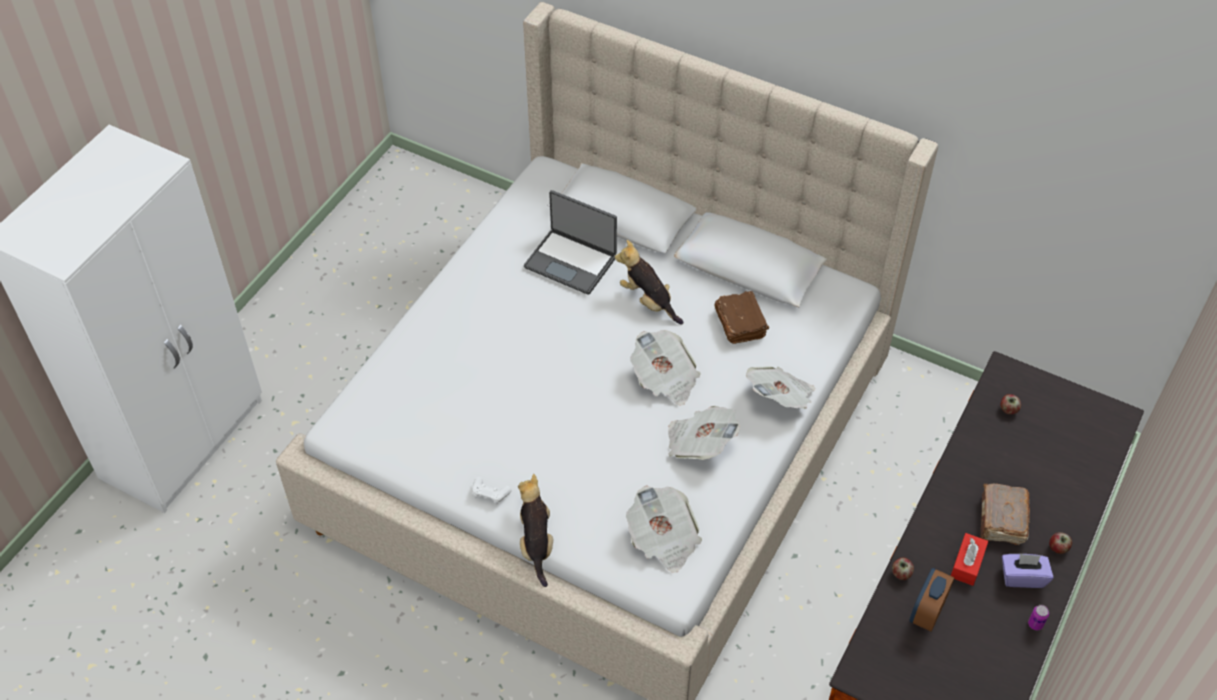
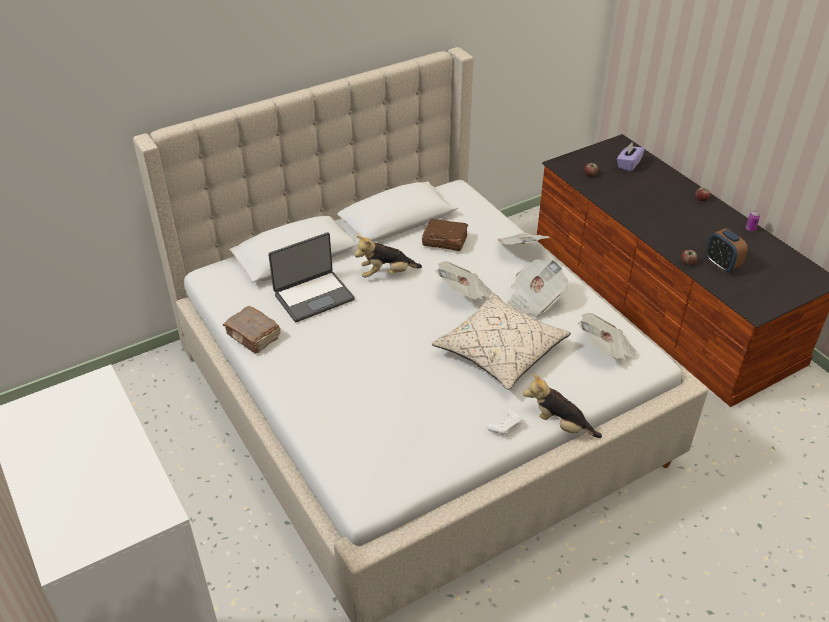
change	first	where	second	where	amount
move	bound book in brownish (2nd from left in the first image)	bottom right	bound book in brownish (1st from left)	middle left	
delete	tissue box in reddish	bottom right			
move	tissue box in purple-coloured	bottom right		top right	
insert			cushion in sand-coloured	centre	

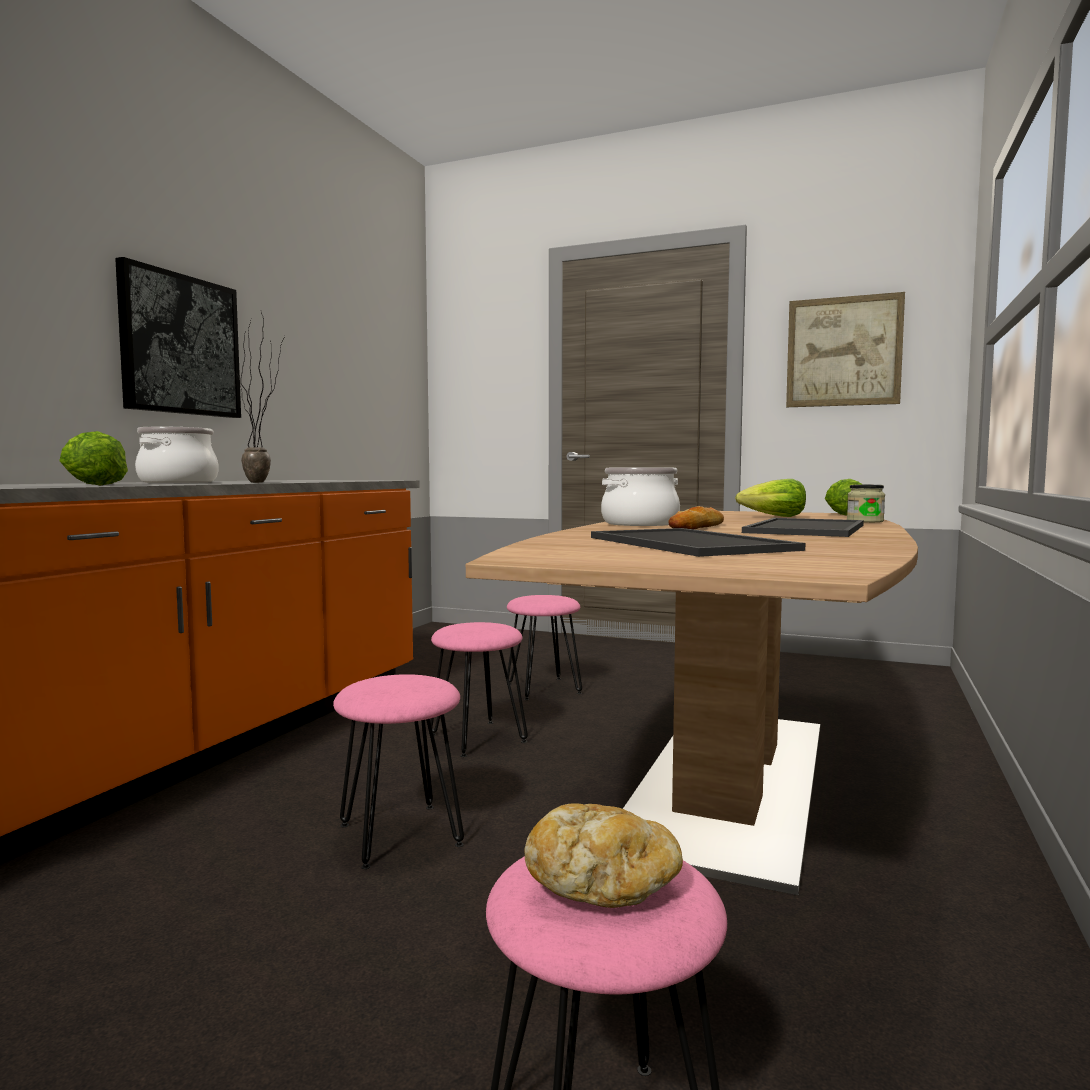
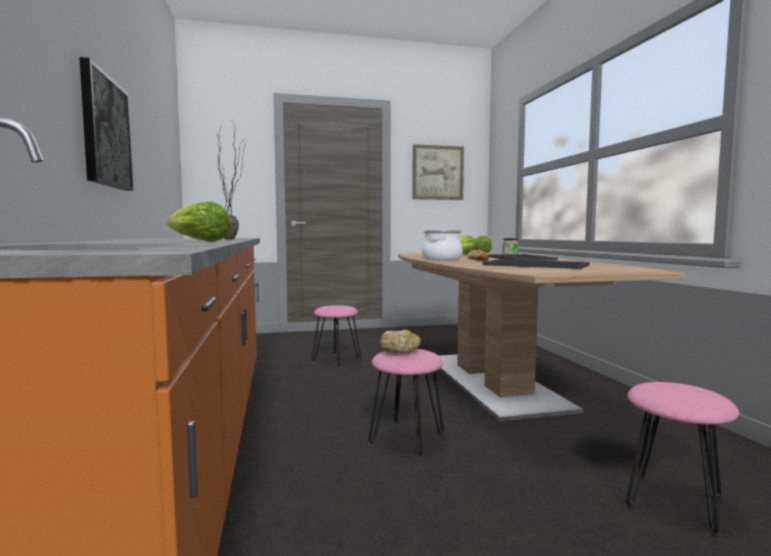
change	first	where	second	where	amount
delete	stockpot (1st from left)	middle left			
delete	sitting stool in pink-coloured (2nd from left)	centre			
move	bread (1st from left)	bottom centre		centre	

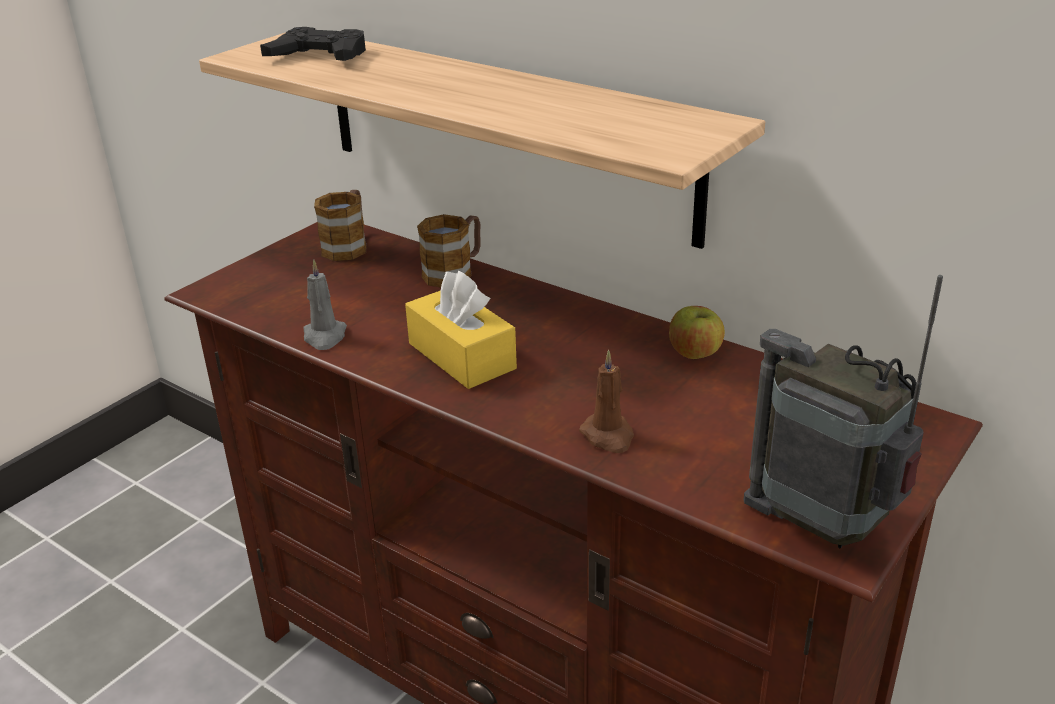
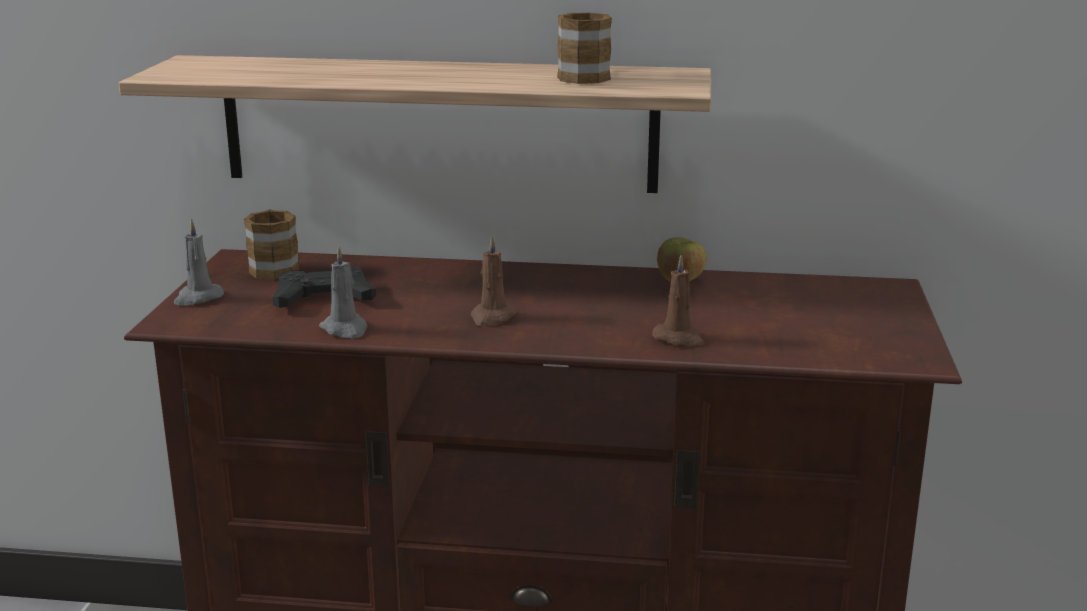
change	first	where	second	where	amount
move	joypad in black-coloured	top left		middle left	
move	coffee mug (2nd from left)	centre		top centre	
replace	tissue box in yellowish	centre	candle in brownish (1st from left)	centre	
delete	radio receiver	middle right			
insert			candle in gray (1st from left)	middle left	

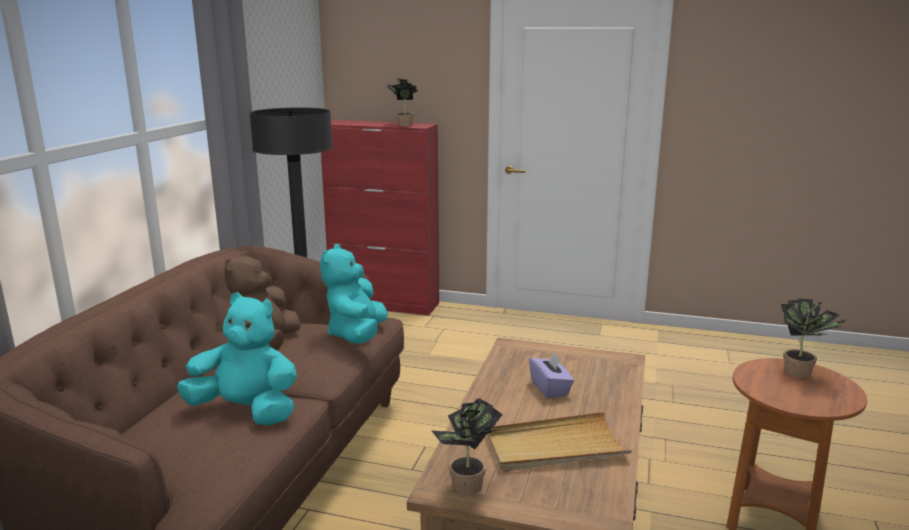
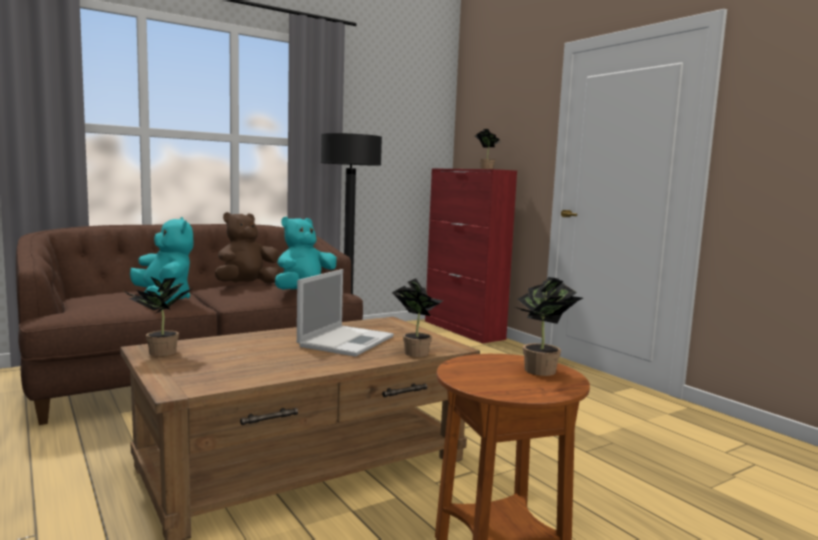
change	first	where	second	where	amount
replace	tissue box in purple-coloured	bottom centre	portable computer	centre	
delete	carrying tray in sand-coloured	bottom centre			
insert			potted plant (2nd from left)	centre	

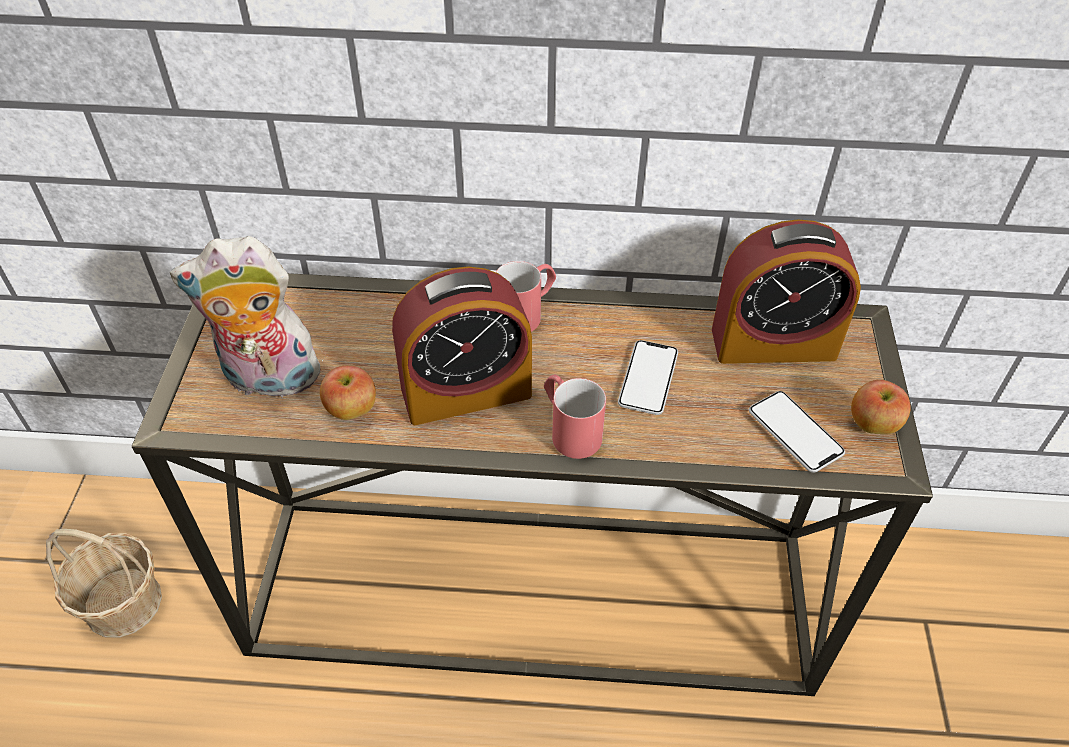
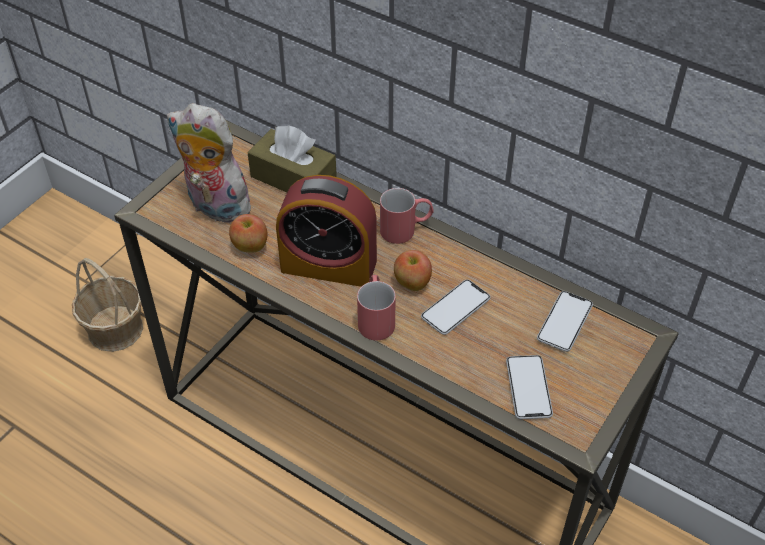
change	first	where	second	where	amount
replace	bedside clock (2nd from left)	middle right	telephone (3rd from left)	middle right	
move	whole apple (2nd from left)	middle right		centre	
insert			tissue box in brownish	top centre	

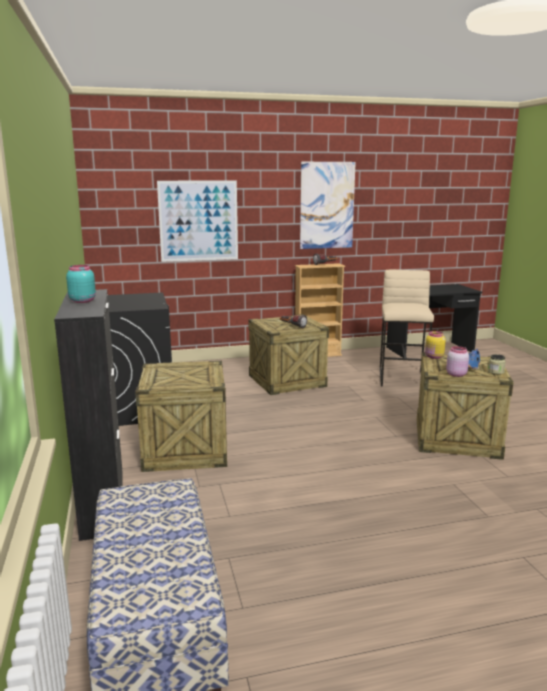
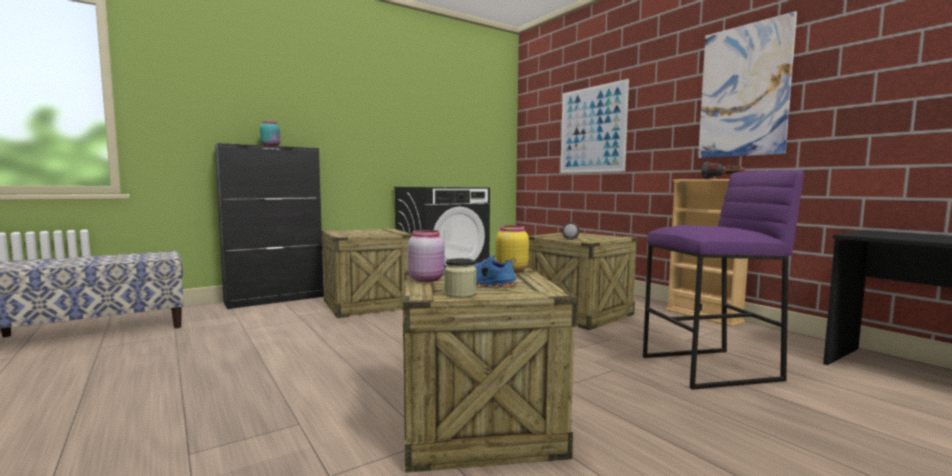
change	first	where	second	where	amount
recolor	sitting stool in sand-coloured	middle right	sitting stool in purple-coloured	middle right	

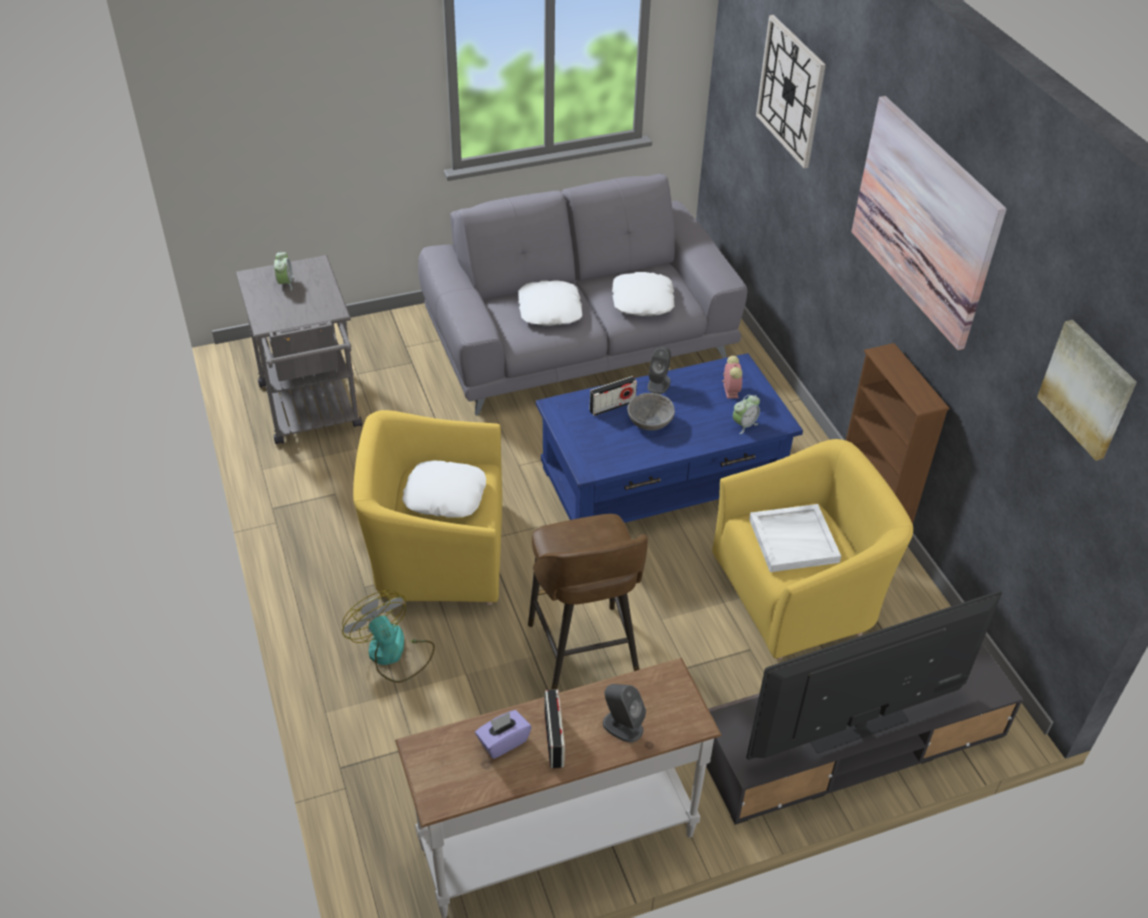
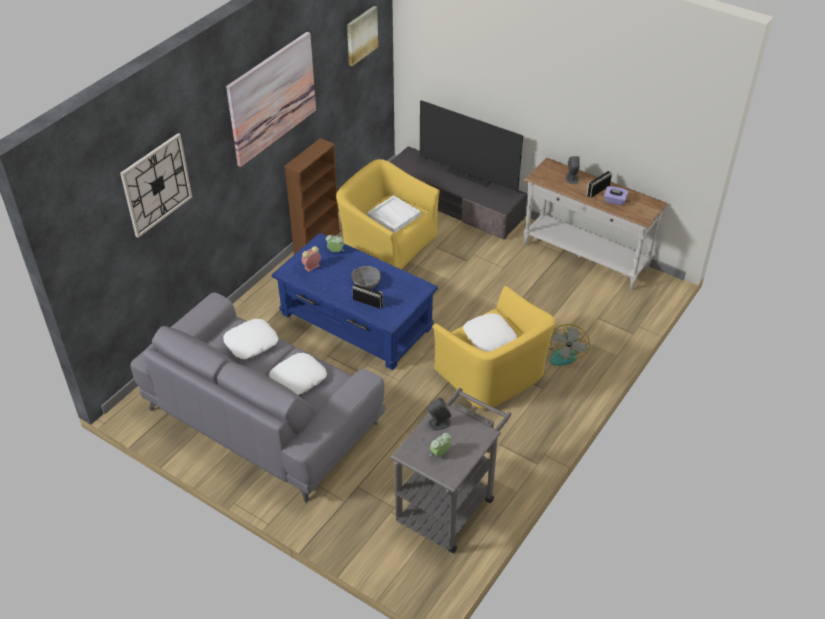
change	first	where	second	where	amount
move	audio speaker in gray (2nd from left in the first image)	centre	audio speaker in gray (1st from left)	bottom centre	
delete	sitting stool in brownish	centre			

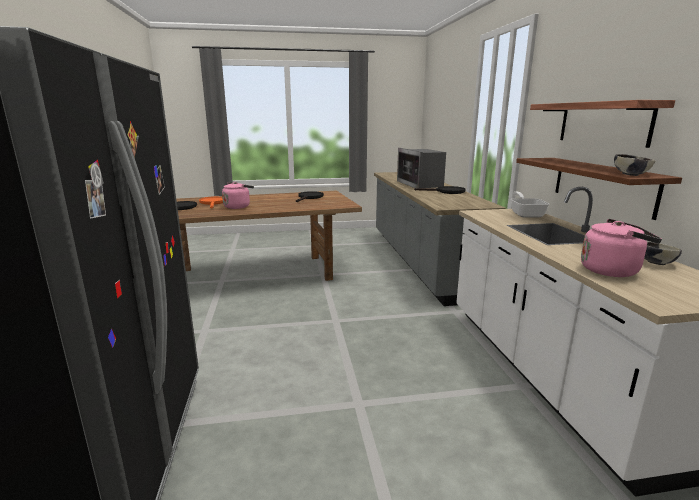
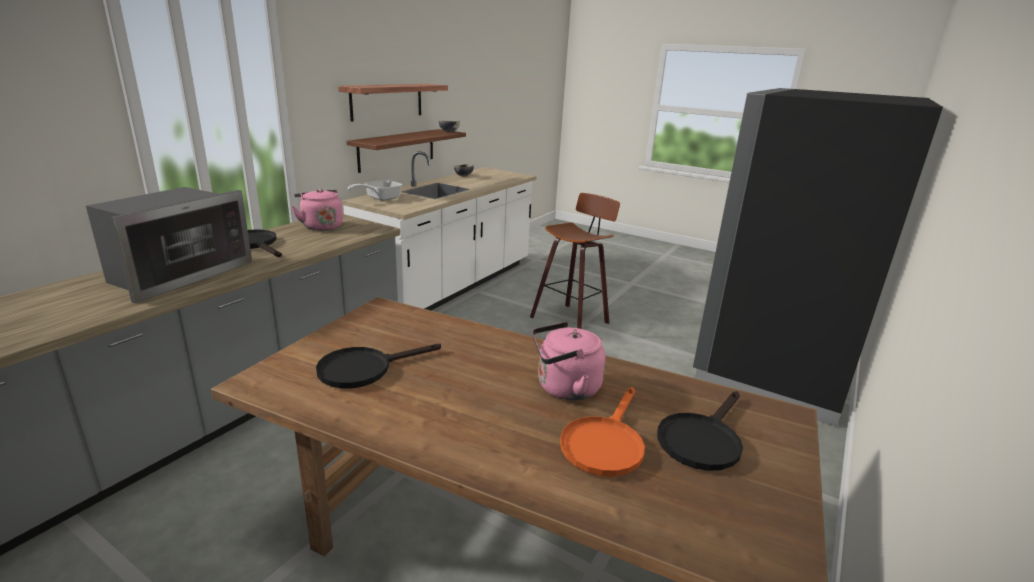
change	first	where	second	where	amount
move	water kettle in pink-coloured (2nd from left in the first image)	middle right	water kettle in pink-coloured (1st from left)	middle left	
insert			sitting stool	centre	

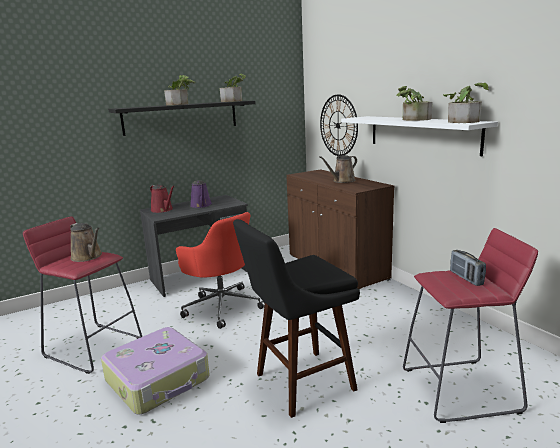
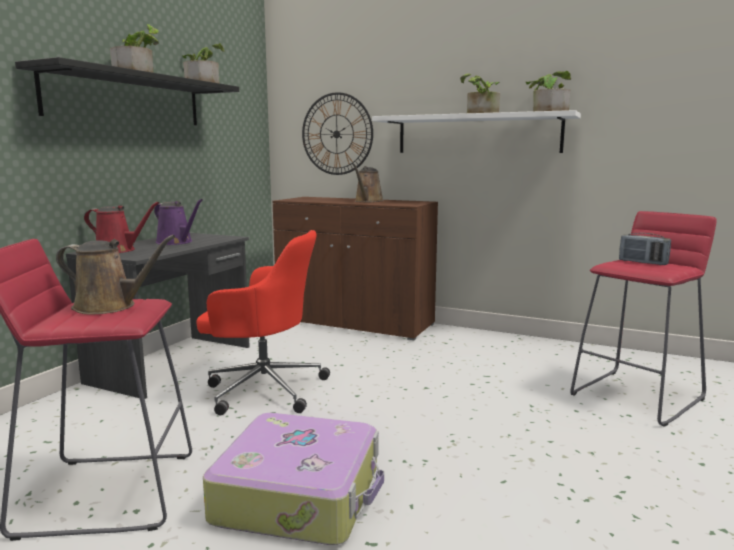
change	first	where	second	where	amount
delete	sitting stool in black-coloured	bottom centre			

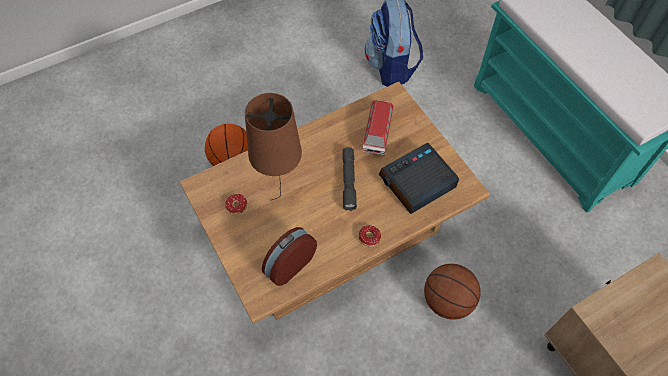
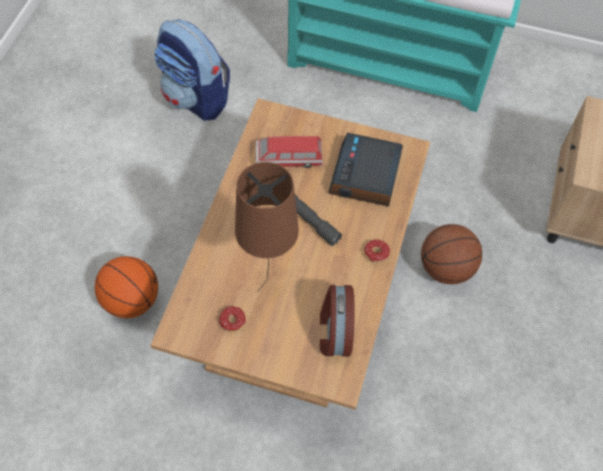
change	first	where	second	where	amount
rotate	toy car	centre		top centre	120 degrees clockwise

